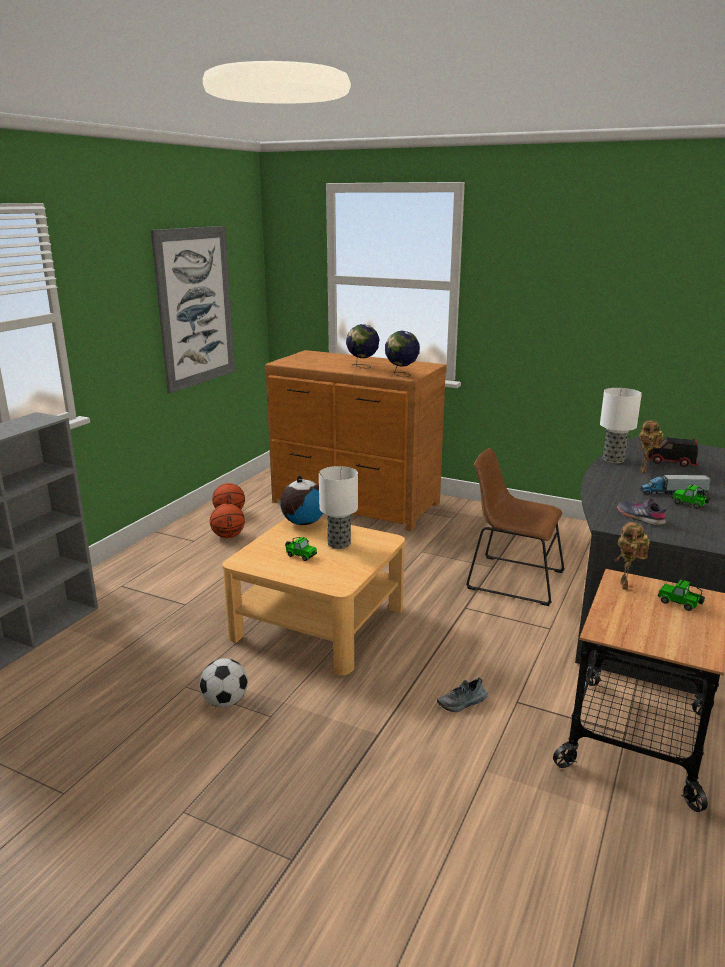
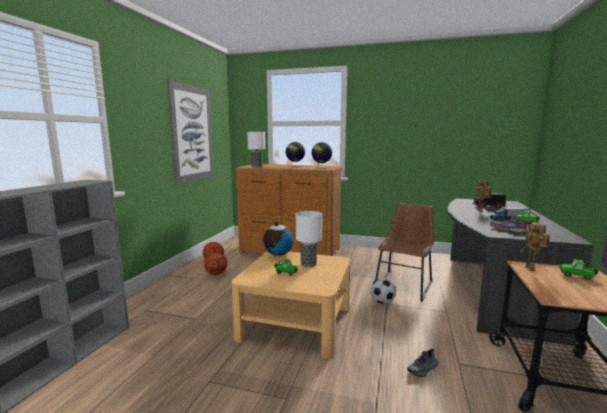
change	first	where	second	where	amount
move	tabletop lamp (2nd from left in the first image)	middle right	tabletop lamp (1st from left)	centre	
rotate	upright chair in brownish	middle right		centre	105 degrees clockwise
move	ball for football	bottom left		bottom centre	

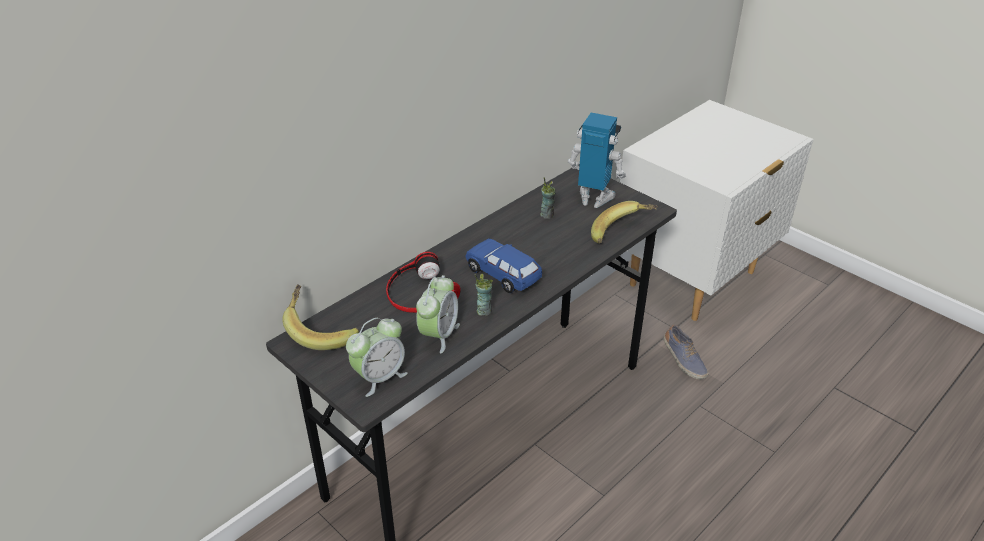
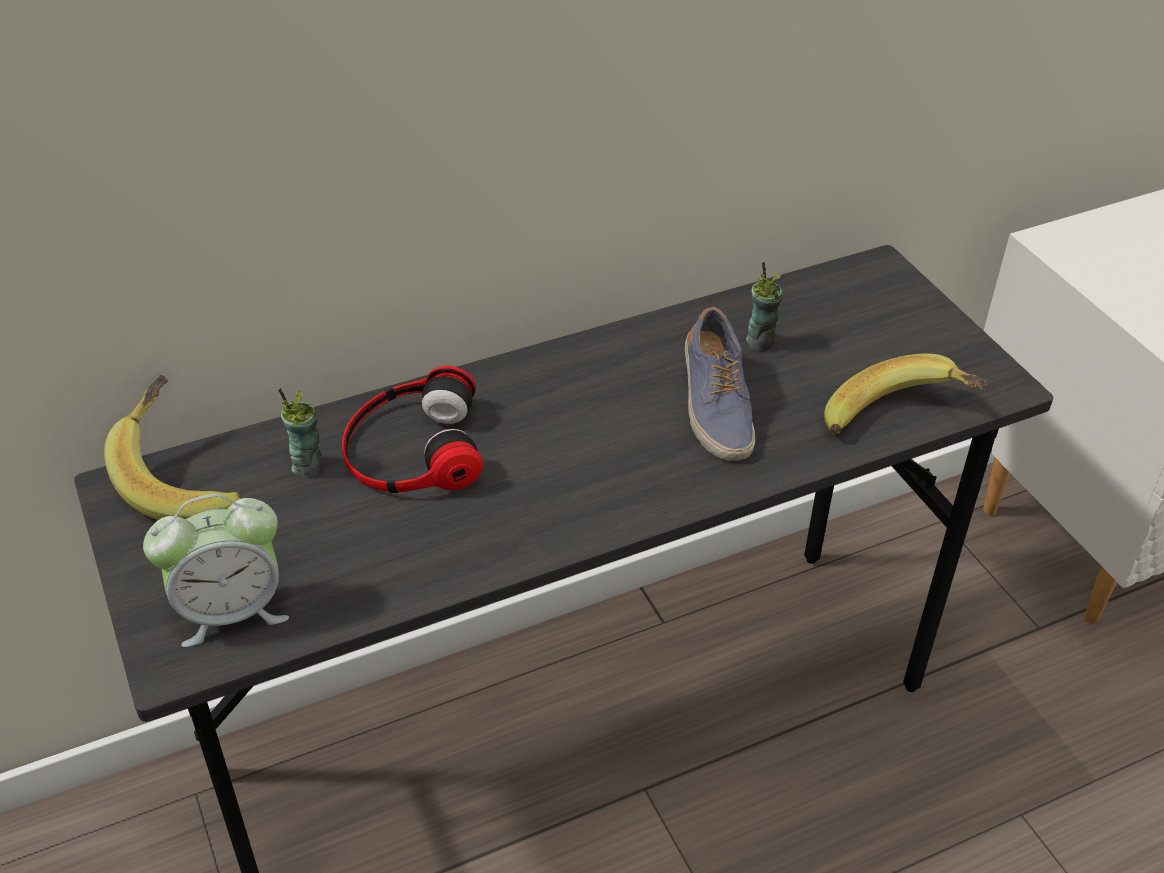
change	first	where	second	where	amount
delete	robot figure	top centre			
delete	toy car in blue-coloured	centre			
move	small cup (1st from left)	centre		middle left	
delete	bedside clock (2nd from left)	centre			
move	shoe	middle right		centre	

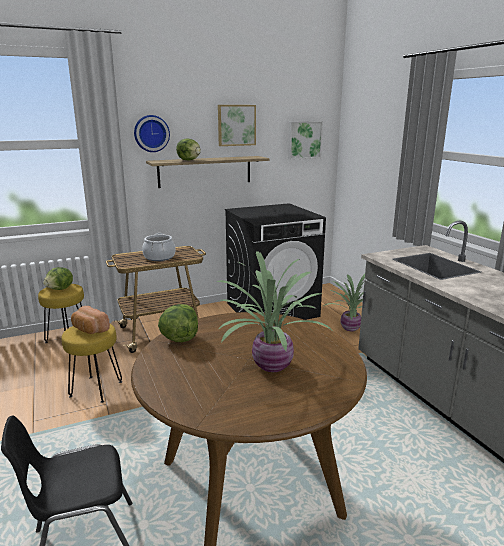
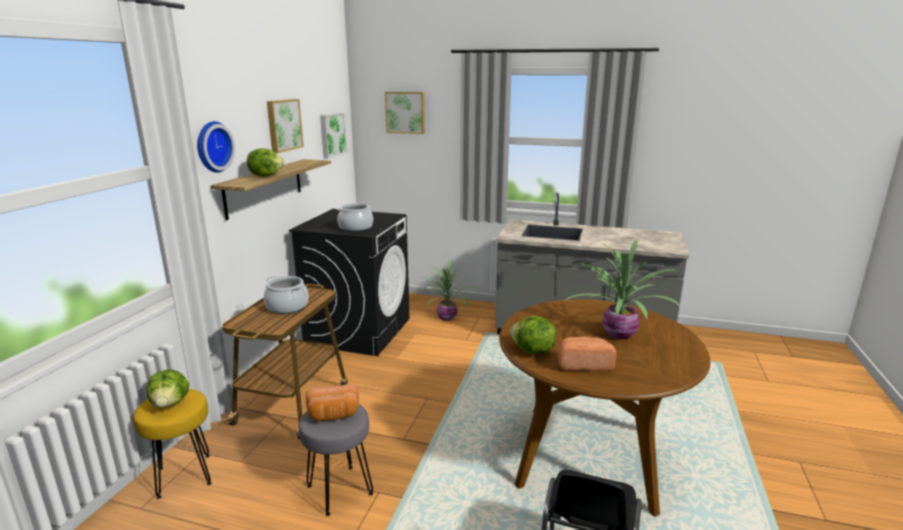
change	first	where	second	where	amount
recolor	sitting stool in yellowish (2nd from left)	middle left	sitting stool in gray	bottom centre	
insert			wall picture (3rd from left)	top centre	
insert			stockpot (2nd from left)	centre	
insert			bread (2nd from left)	bottom centre	

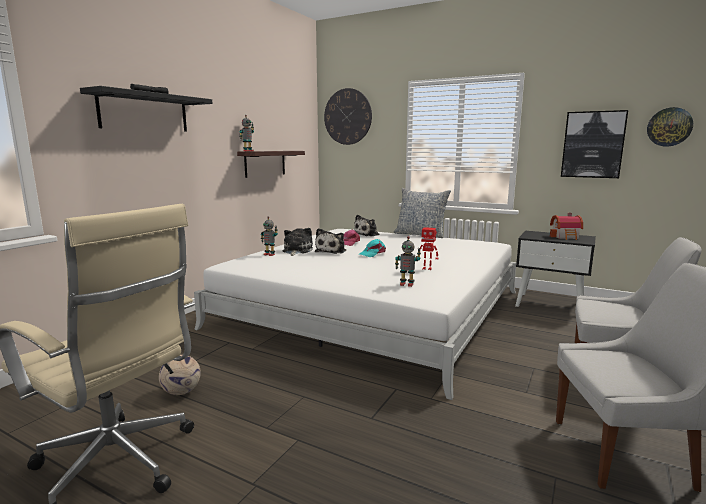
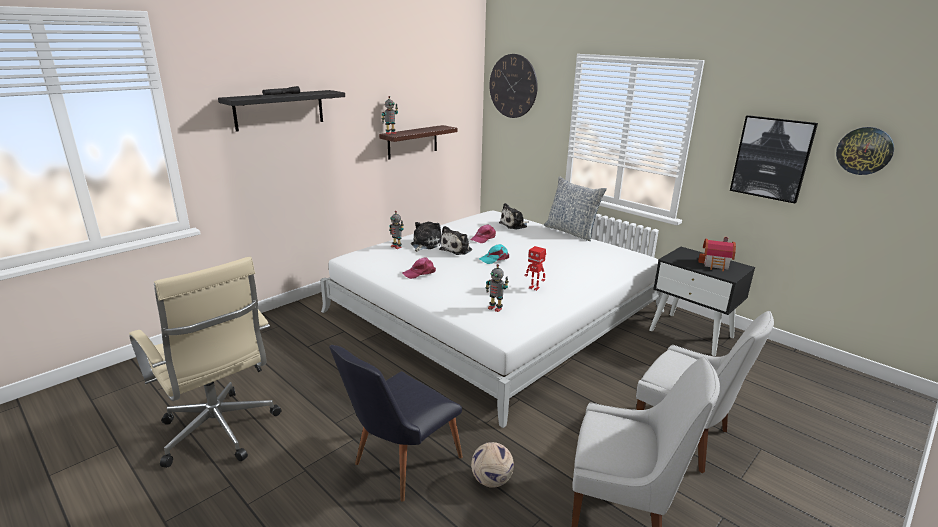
change	first	where	second	where	amount
move	ball for football	bottom left		bottom centre	
insert			peaked cap in pink-coloured (1st from left)	centre	
insert			upright chair in black-coloured	bottom centre	

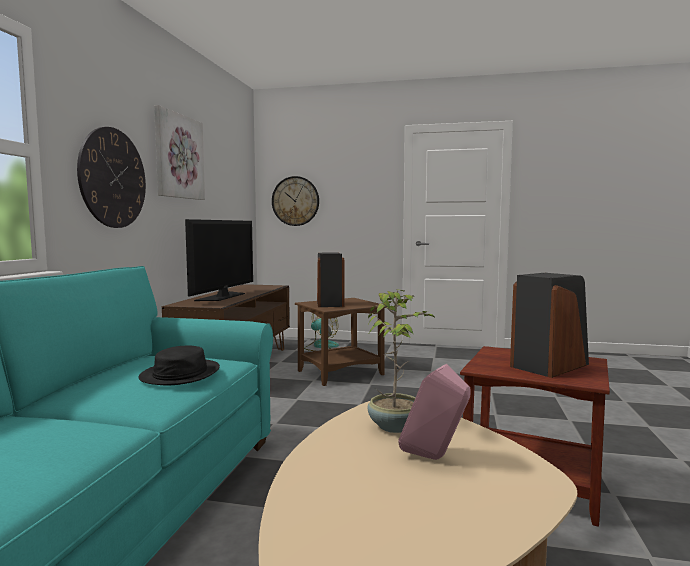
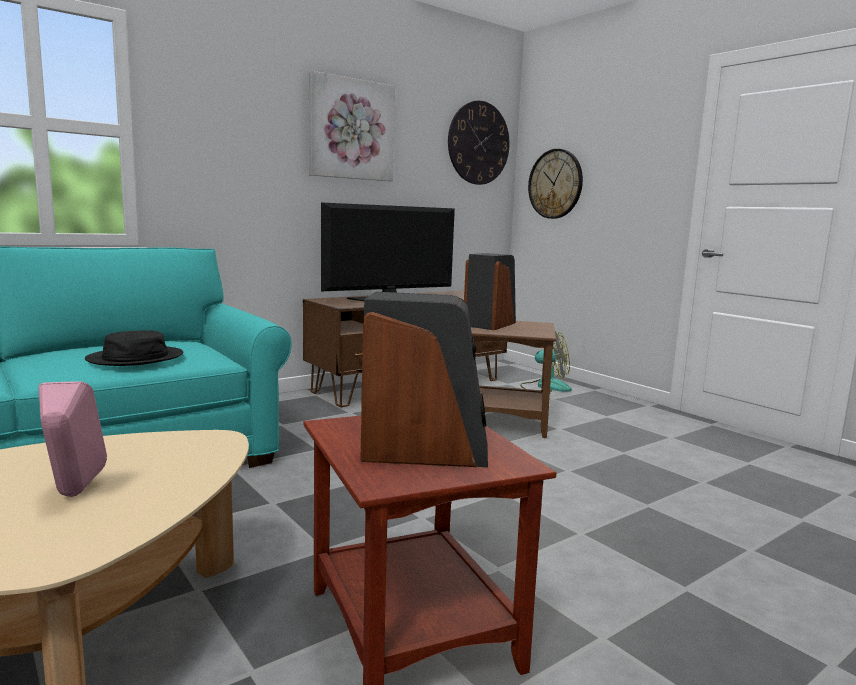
change	first	where	second	where	amount
move	clock on the wall (1st from left)	top left		top centre	
delete	potted plant	centre			

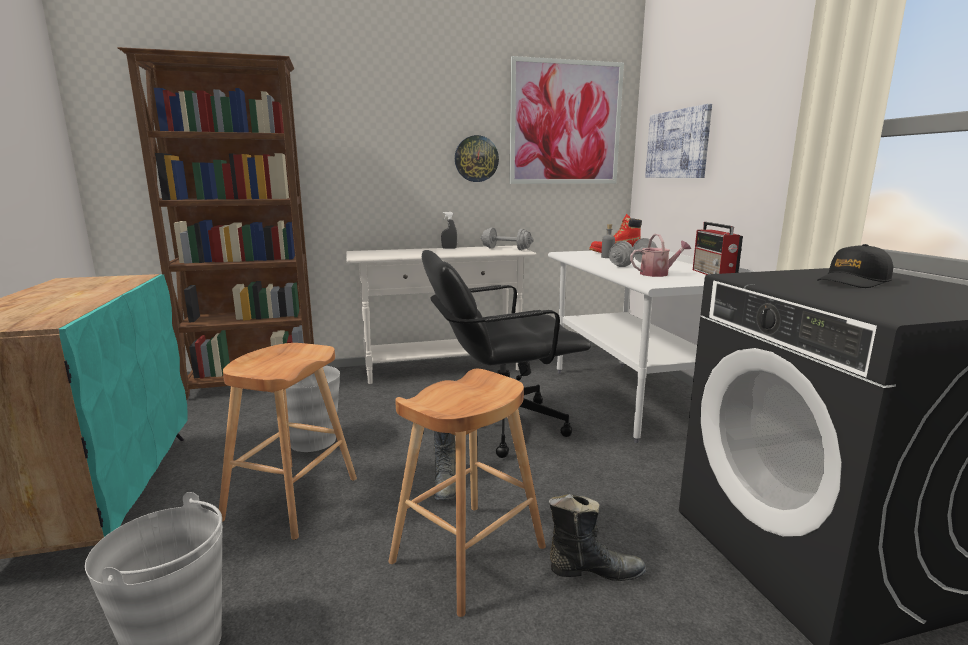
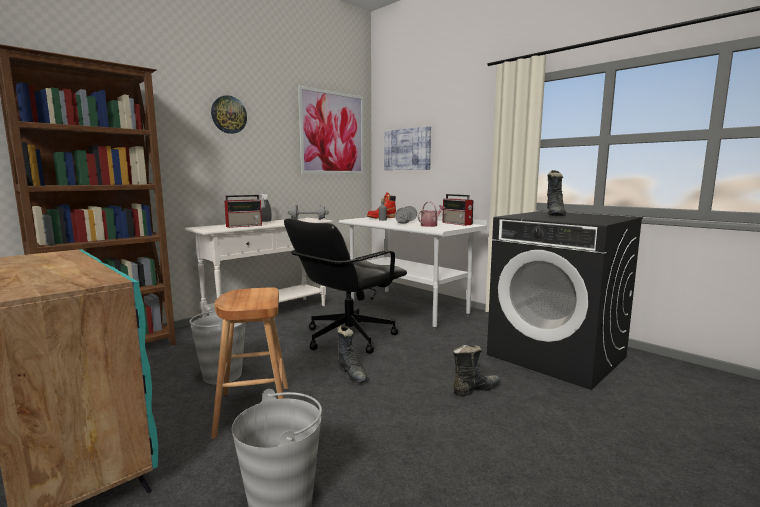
change	first	where	second	where	amount
move	clock on the wall	top centre		top left	
replace	peaked cap in black-coloured	middle right	high-top boot in black-coloured (3rd from left)	middle right	
delete	sitting stool in brownish (2nd from left)	bottom centre			
insert			radio receiver (1st from left)	middle left	

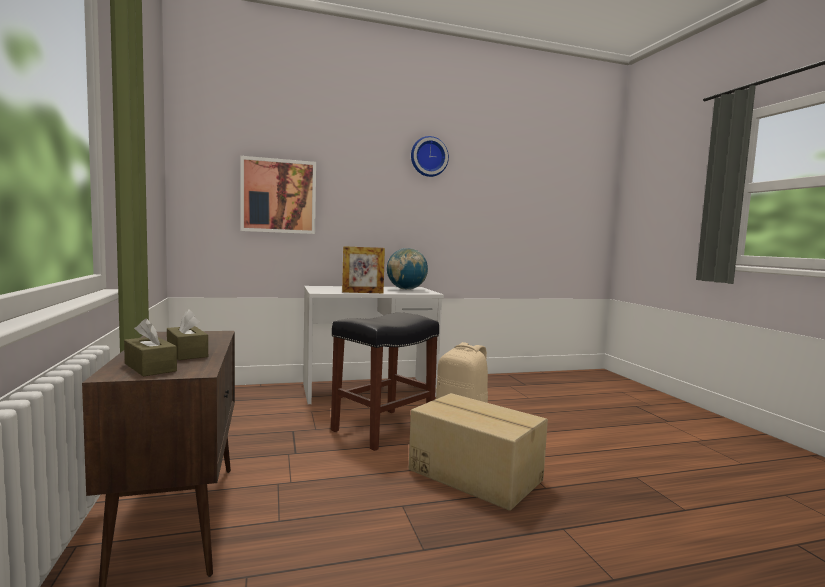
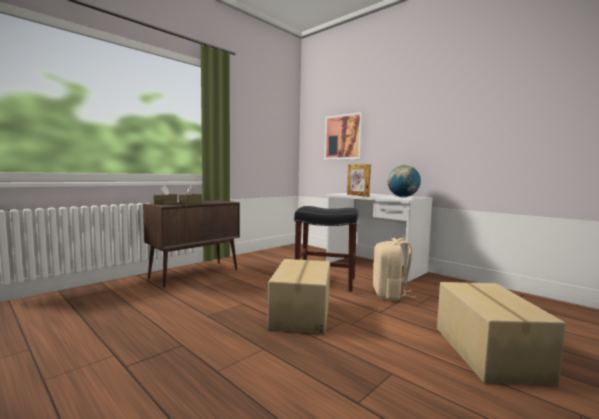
change	first	where	second	where	amount
delete	clock on the wall	top centre			
insert			packing box (2nd from left)	bottom right	

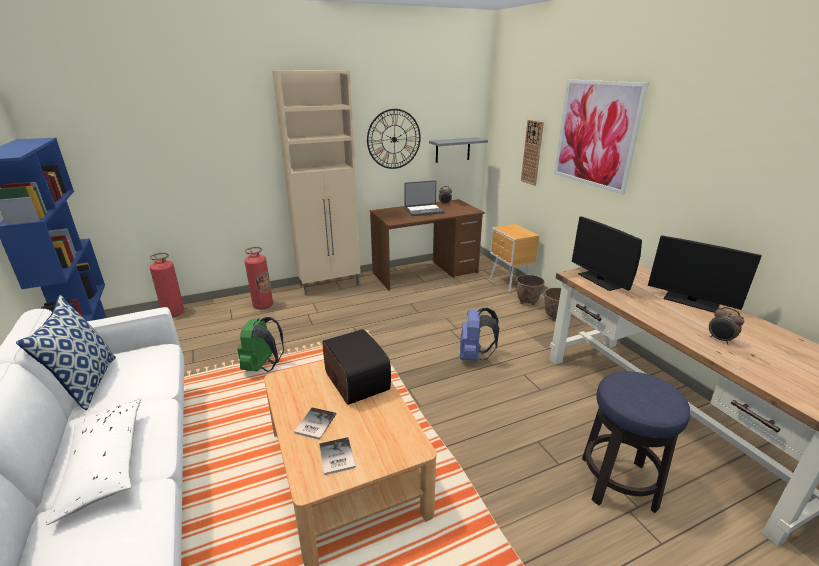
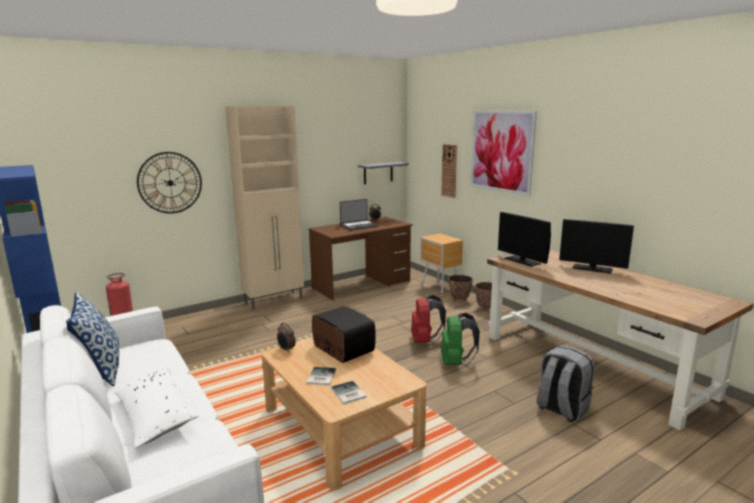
change	first	where	second	where	amount
move	clock on the wall (1st from left)	top centre		middle left	
delete	extinguisher (2nd from left)	middle left			
move	bedside clock (2nd from left in the first image)	middle right	bedside clock (1st from left)	bottom centre	
recolor	knapsack in blue-coloured	centre	knapsack in reddish	centre	
move	knapsack in greenish	middle left		bottom centre	
replace	sitting stool	bottom right	knapsack in gray	bottom right	

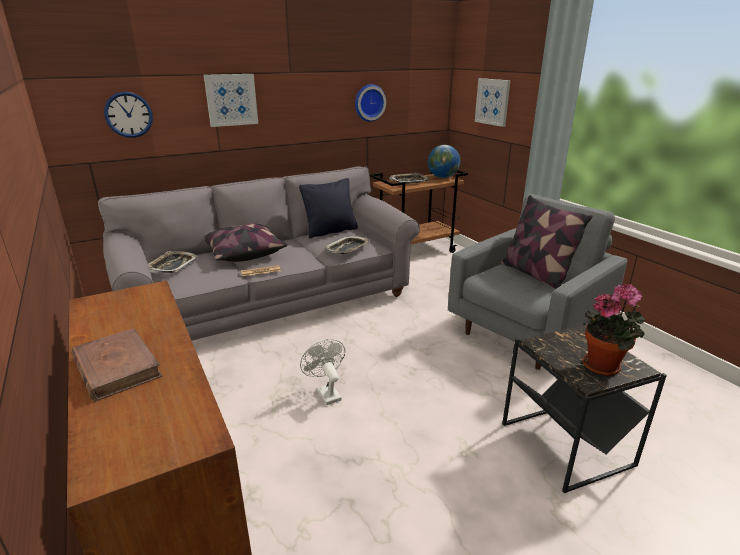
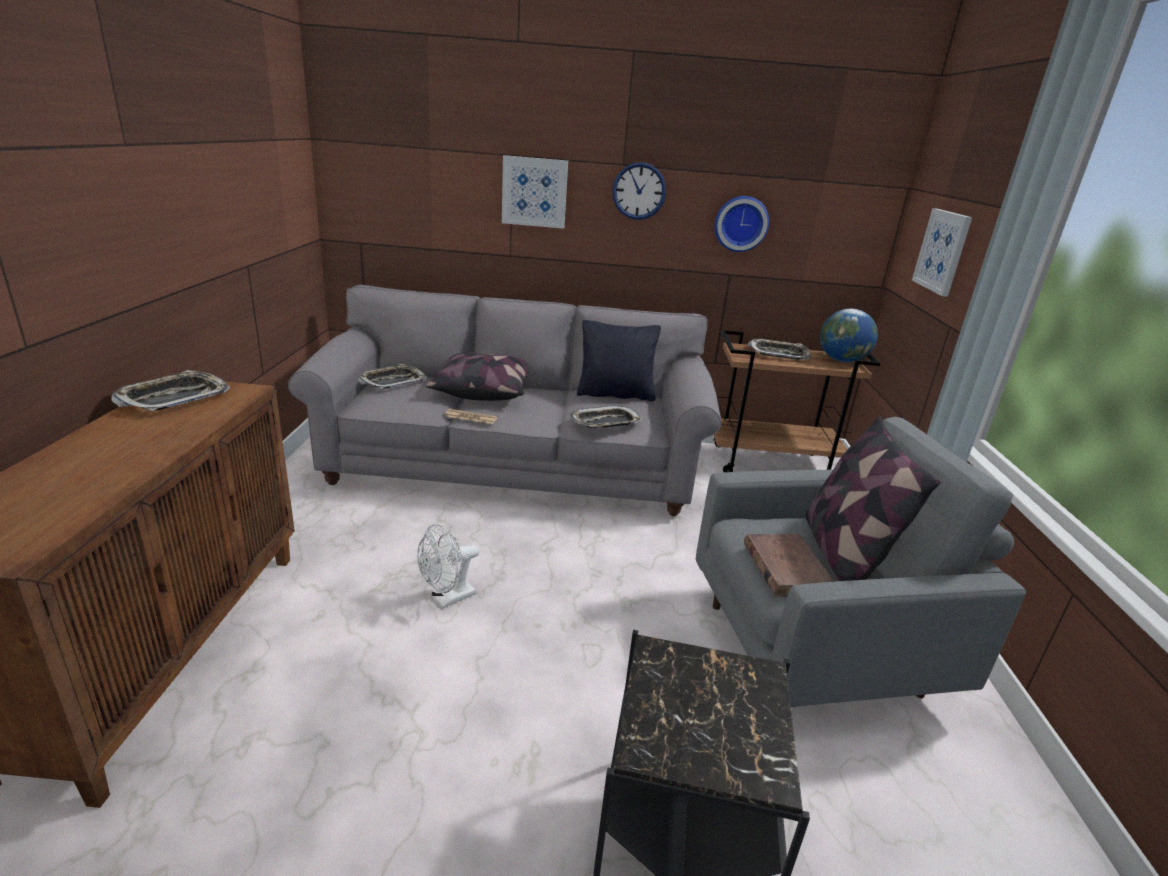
change	first	where	second	where	amount
move	clock on the wall (1st from left)	top left		top centre	
delete	potted plant	middle right			
move	bound book in brownish	middle left		middle right	
rotate	cooling fan in whitish	bottom centre		centre	135 degrees counterclockwise
insert			carrying tray (1st from left)	middle left	

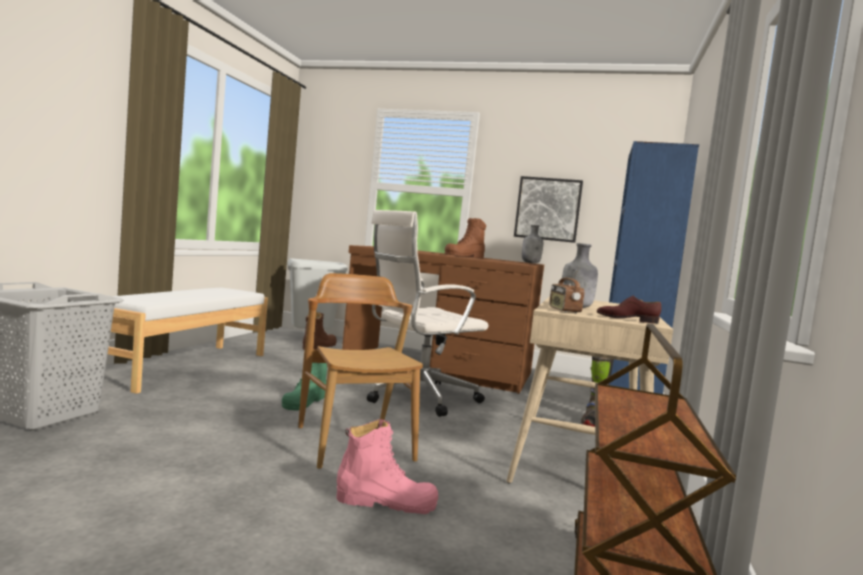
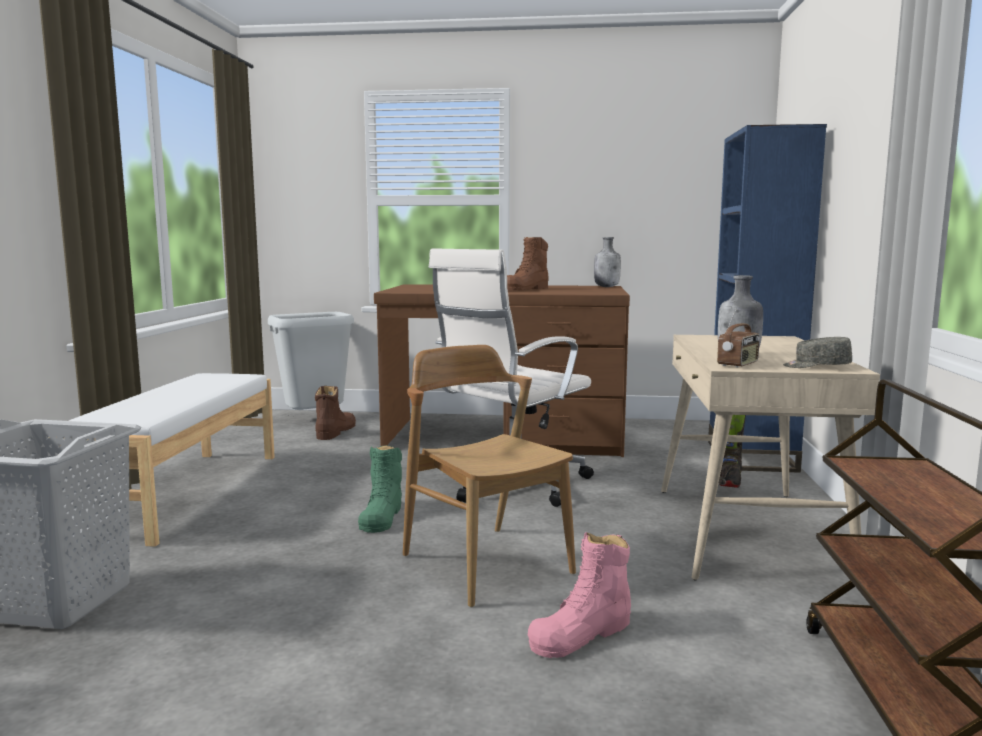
change	first	where	second	where	amount
delete	wall picture	centre			
rotate	radio receiver	centre		middle right	120 degrees counterclockwise
replace	shoe in brownish	middle right	peaked cap in gray	middle right	
rotate	high-top boot in pink-coloured	bottom centre		bottom centre	150 degrees clockwise

